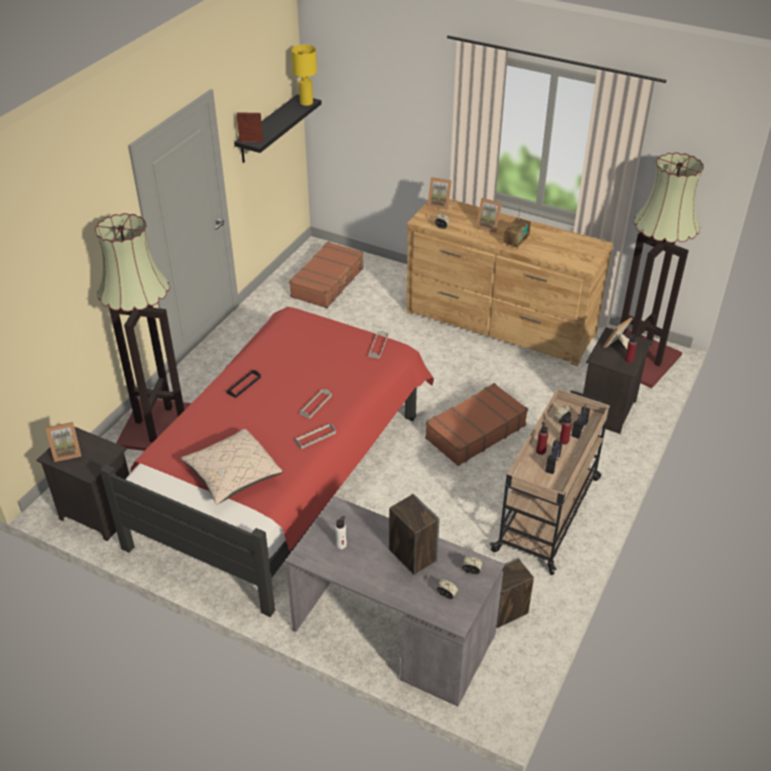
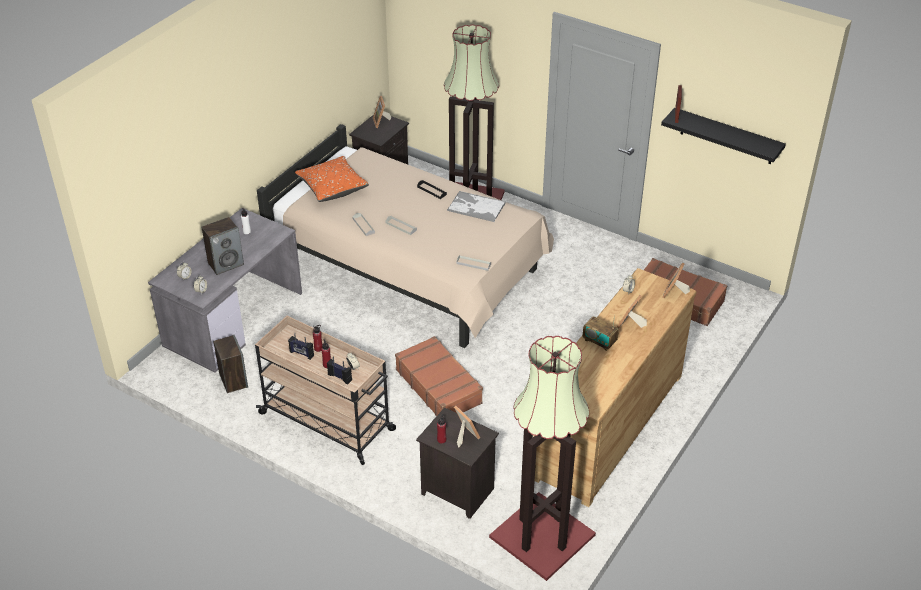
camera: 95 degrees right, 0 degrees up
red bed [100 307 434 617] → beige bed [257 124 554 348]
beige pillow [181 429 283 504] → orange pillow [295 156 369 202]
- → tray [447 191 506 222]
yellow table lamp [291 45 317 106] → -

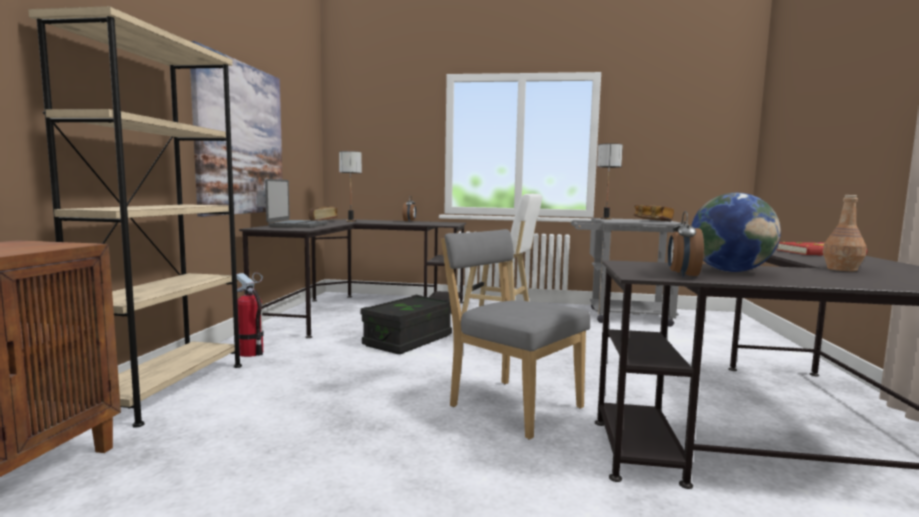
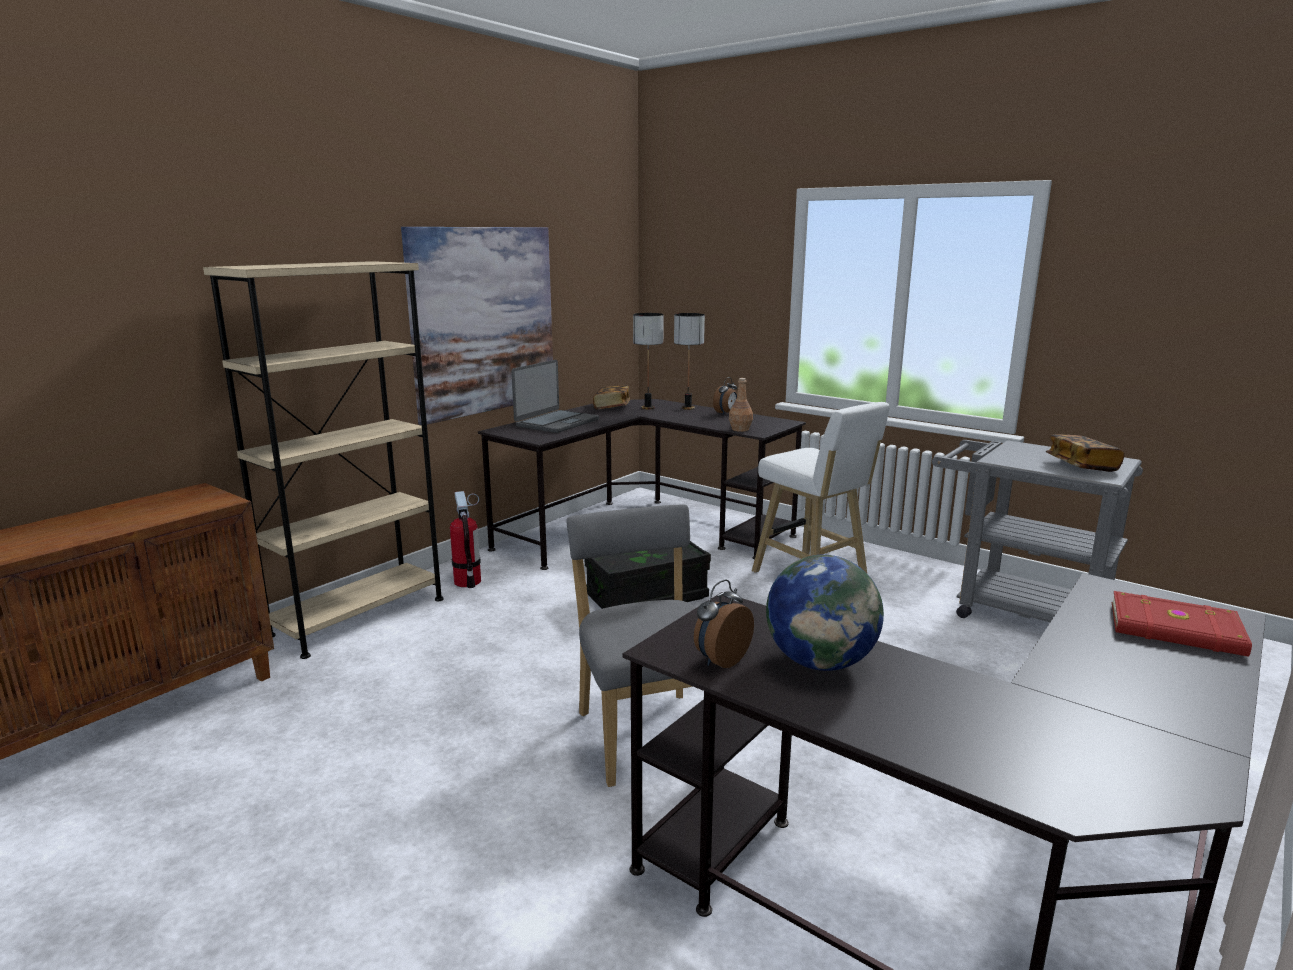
camera: 30 degrees right, 10 degrees up
table lamp [597 143 623 219] → table lamp [674 313 705 410], shifted
brown bottle [823 195 867 271] → brown bottle [729 378 753 432], shifted

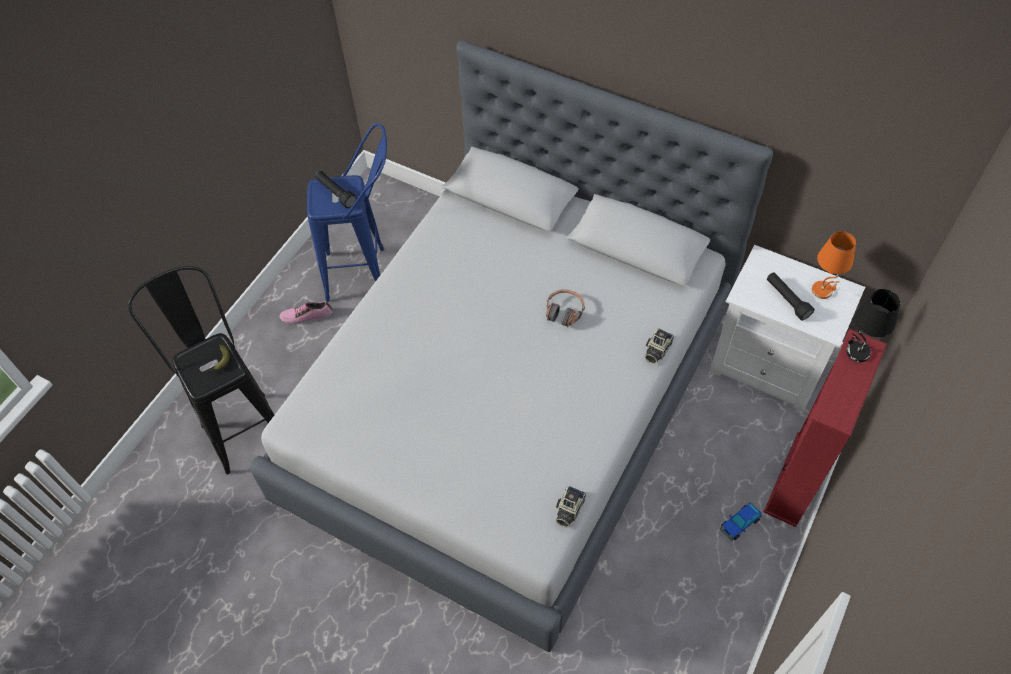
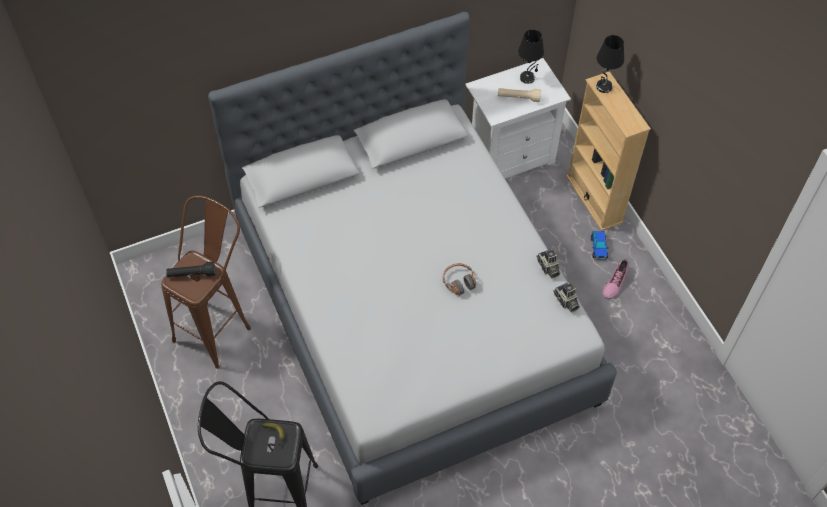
camera: 55 degrees left, 0 degrees up
blue stool [307 123 387 302] → brown stool [161 196 251 369]
headphones [546 289 585 327] → headphones [443 263 476 296], shifted
black flashlight [767 272 814 321] → beige flashlight [498 88 541 102]
orange table lamp [812 231 856 299] → black table lamp [518 29 544 84]
photo camera [645 328 674 364] → photo camera [536 249 561 278], shifted
red bookcase [764 329 887 527] → beige bookcase [566 71 651 231]
shoe [279 302 333 324] → shoe [602 259 629 300], shifted

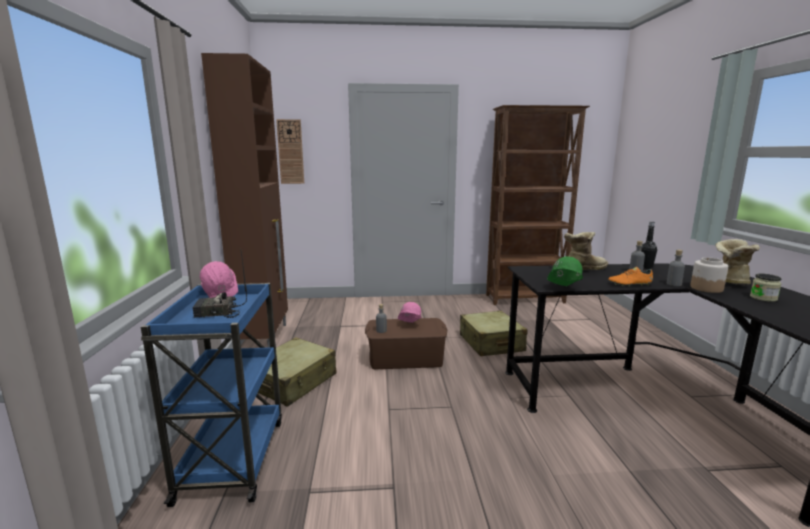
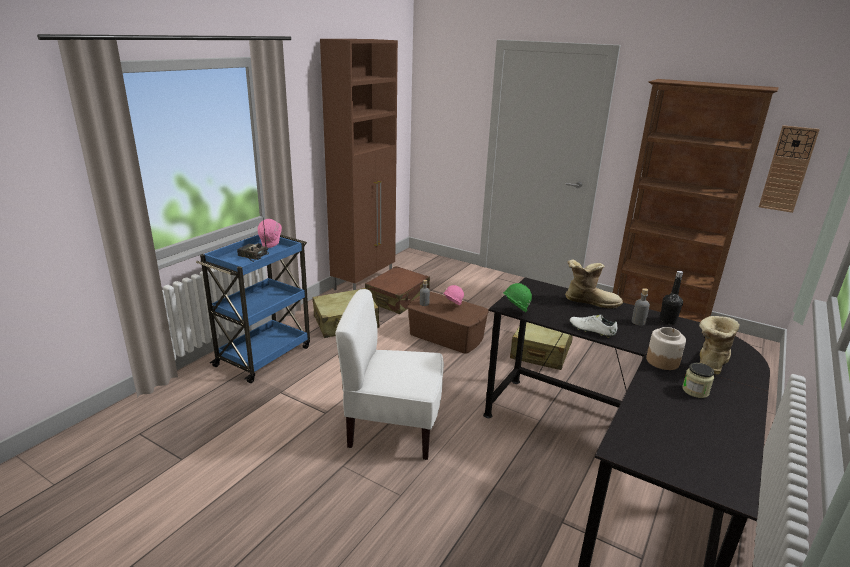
camera: 35 degrees right, 10 degrees up
- → white chair [335 289 444 460]
- → brown suitcase [365 266 430 314]
orange shoe [608 267 653 286] → white shoe [570 315 617 338]
wall clock [276 119 304 184] → wall clock [759 125 820 213], shifted
grey bottle [667 250 685 286] → -

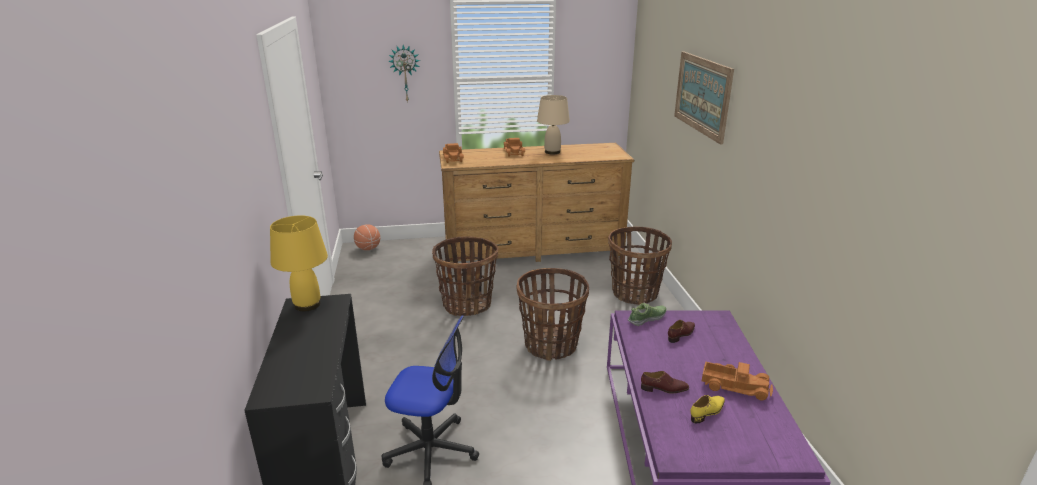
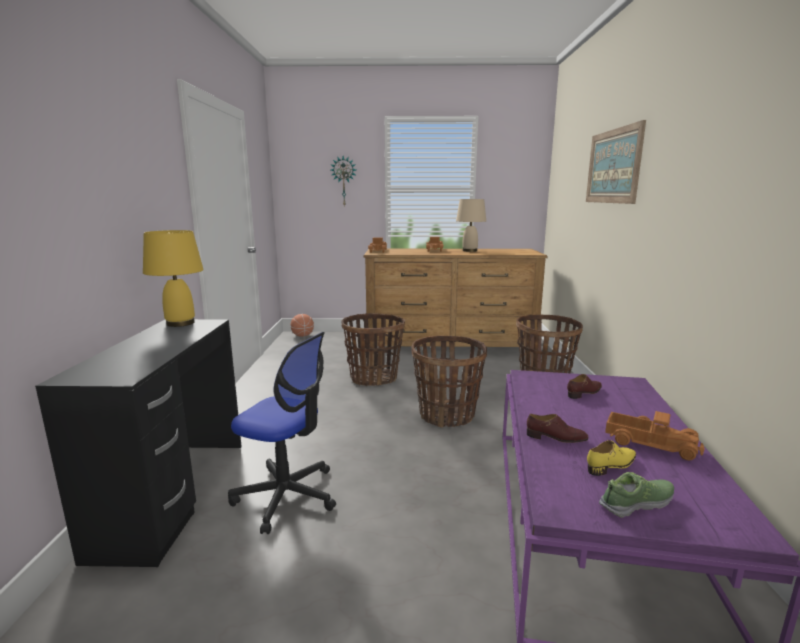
camera: 10 degrees right, 10 degrees down
shoe [628 303 666 326] → shoe [599 472 674 518], shifted

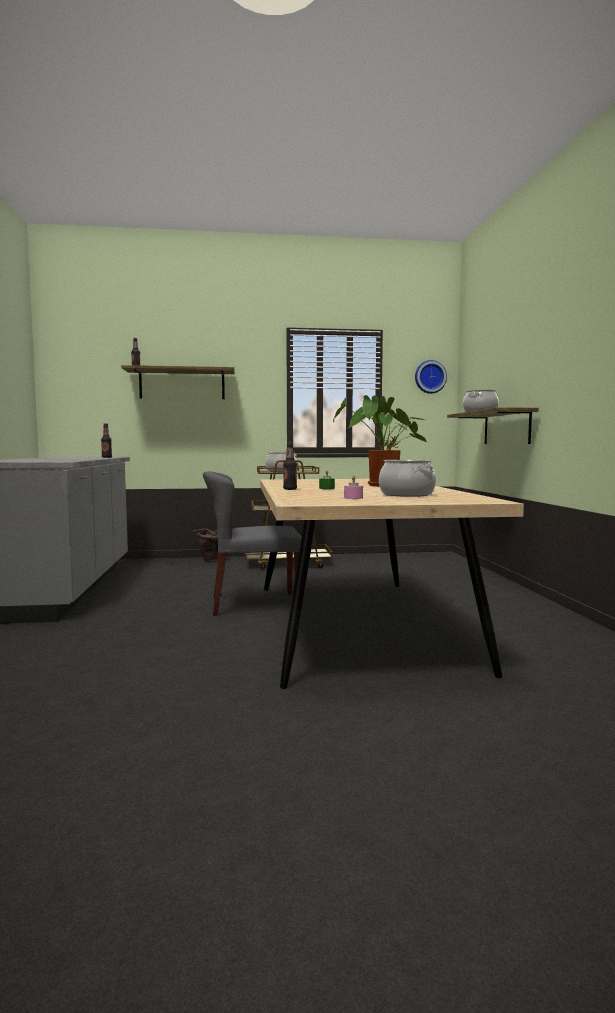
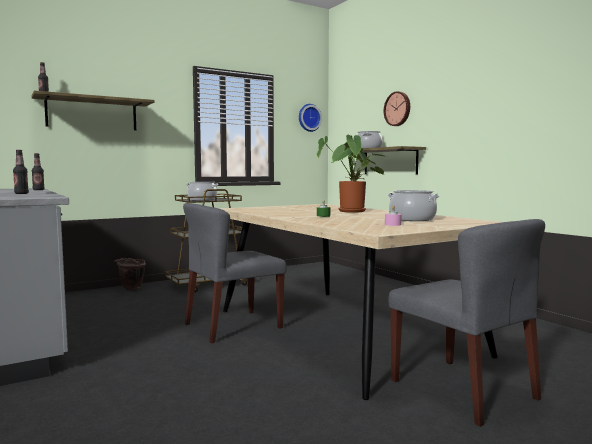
camera: 25 degrees left, 0 degrees up
bottle [283 442 297 490] → bottle [13 150 29 194], shifted
- → wall clock [384 91 410 126]
- → grey chair [388 219 545 427]

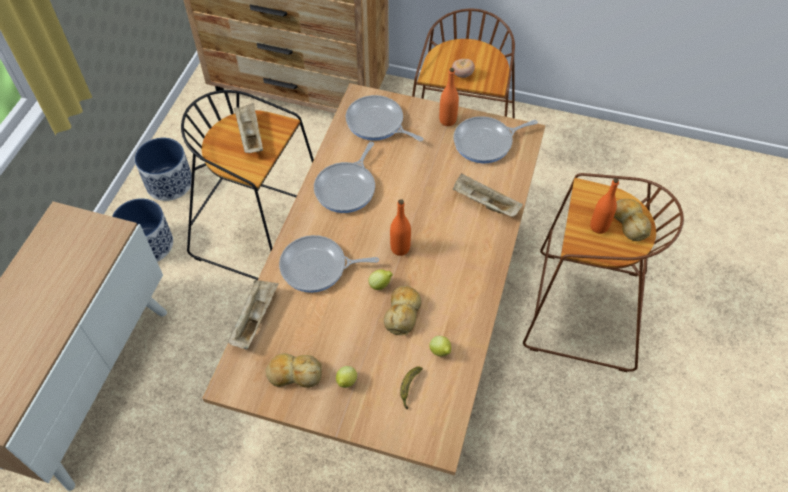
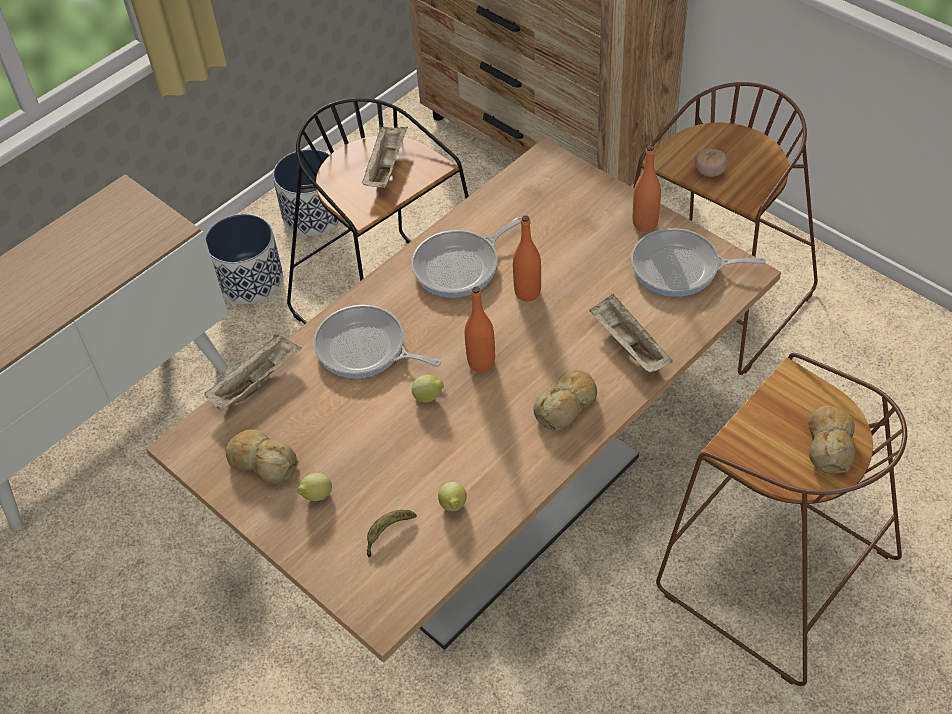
camera: 30 degrees right, 5 degrees down
orange bottle [590 178 619 234] → orange bottle [513 215 541 301], shifted
bread [384 286 422 335] → bread [533 369 597 431], shifted
frying pan [346 95 423 141] → -

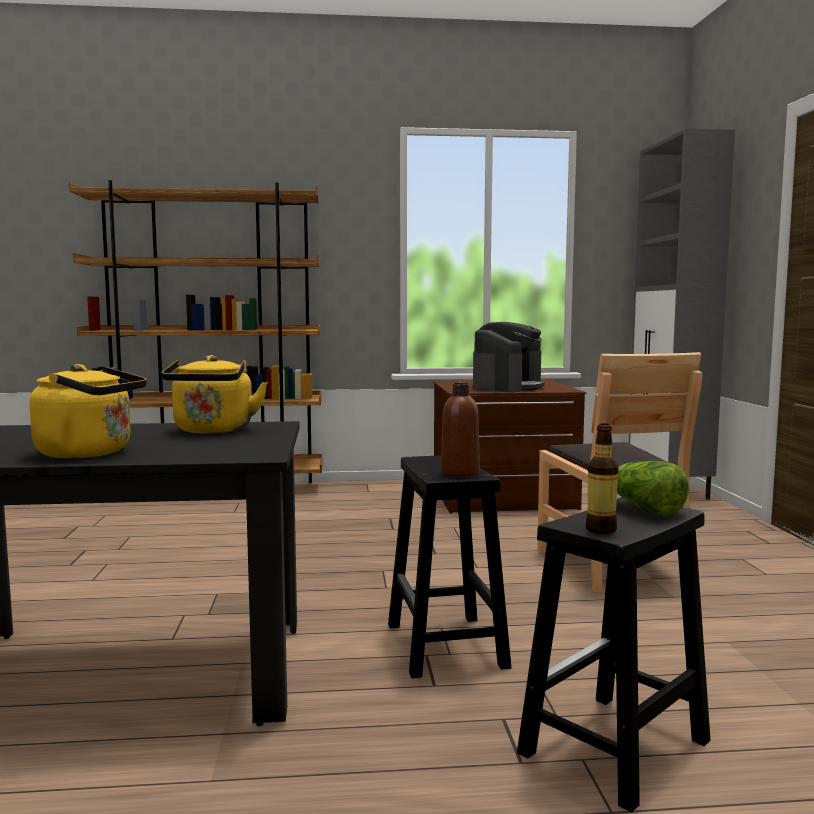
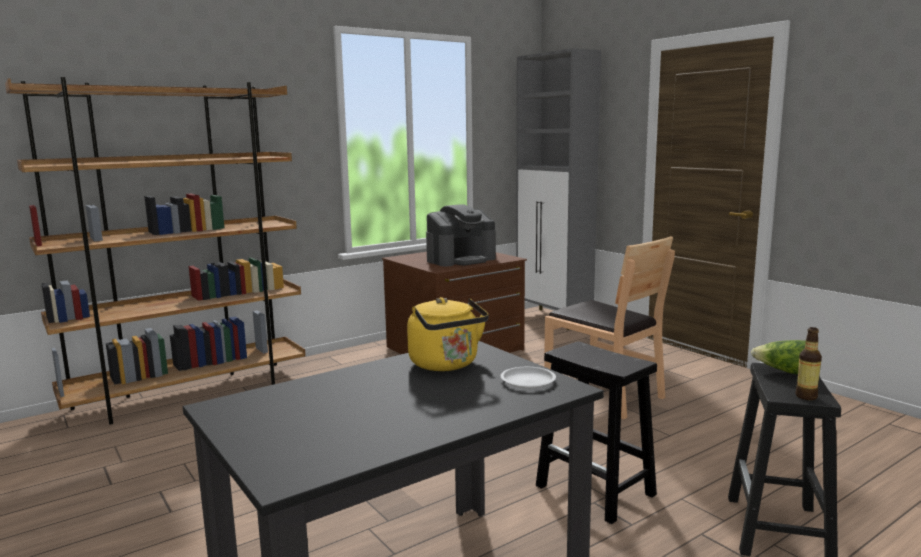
camera: 30 degrees left, 5 degrees up
coffee machine [473 322 545 392] → coffee machine [426 205 496 266], 60 degrees clockwise
- → white plate [501 367 556 388]
yellow kettle [30 364 147 458] → -
brown bottle [441 383 480 477] → -

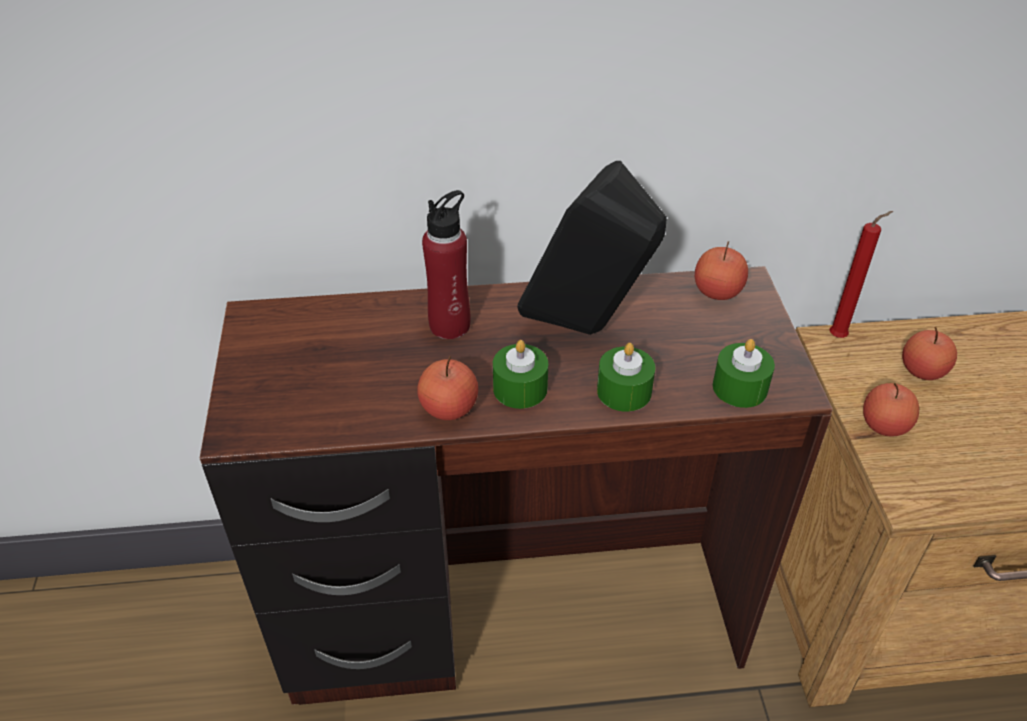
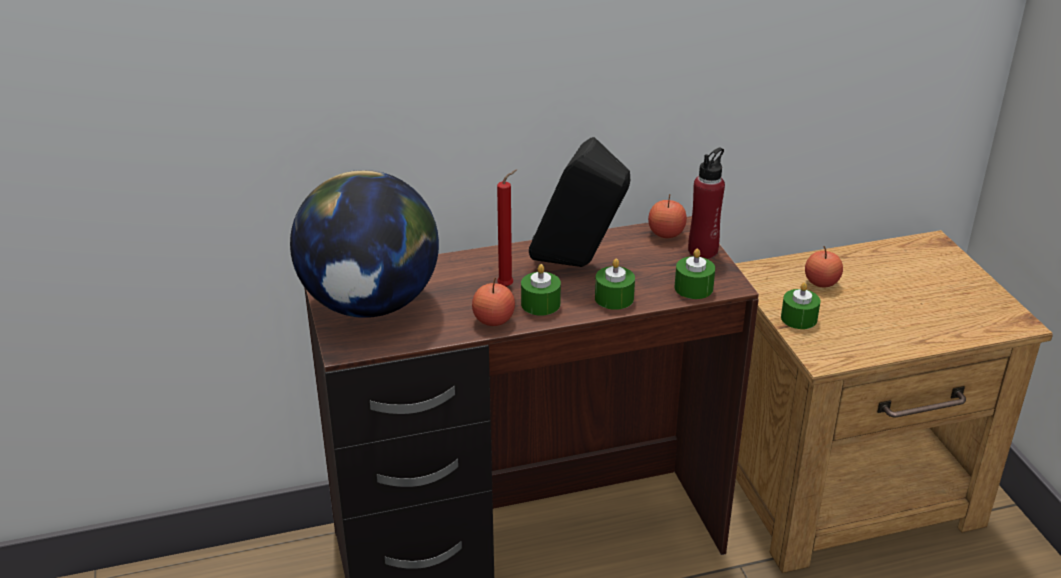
camera: 10 degrees left, 10 degrees down
- → globe [290 170 439 318]
red candle [830 211 893 338] → red candle [497 169 517 287], shifted
red bottle [422 190 470 339] → red bottle [688 148 725 259], shifted
apple [863 383 919 437] → green candle [781 282 820 329]

